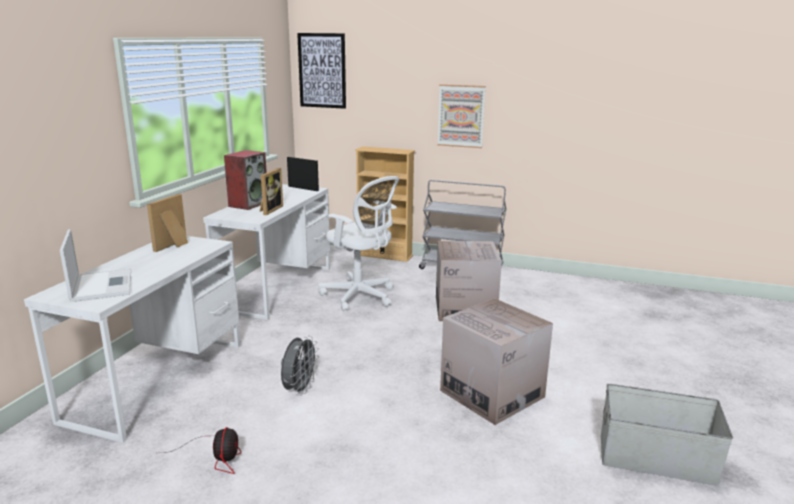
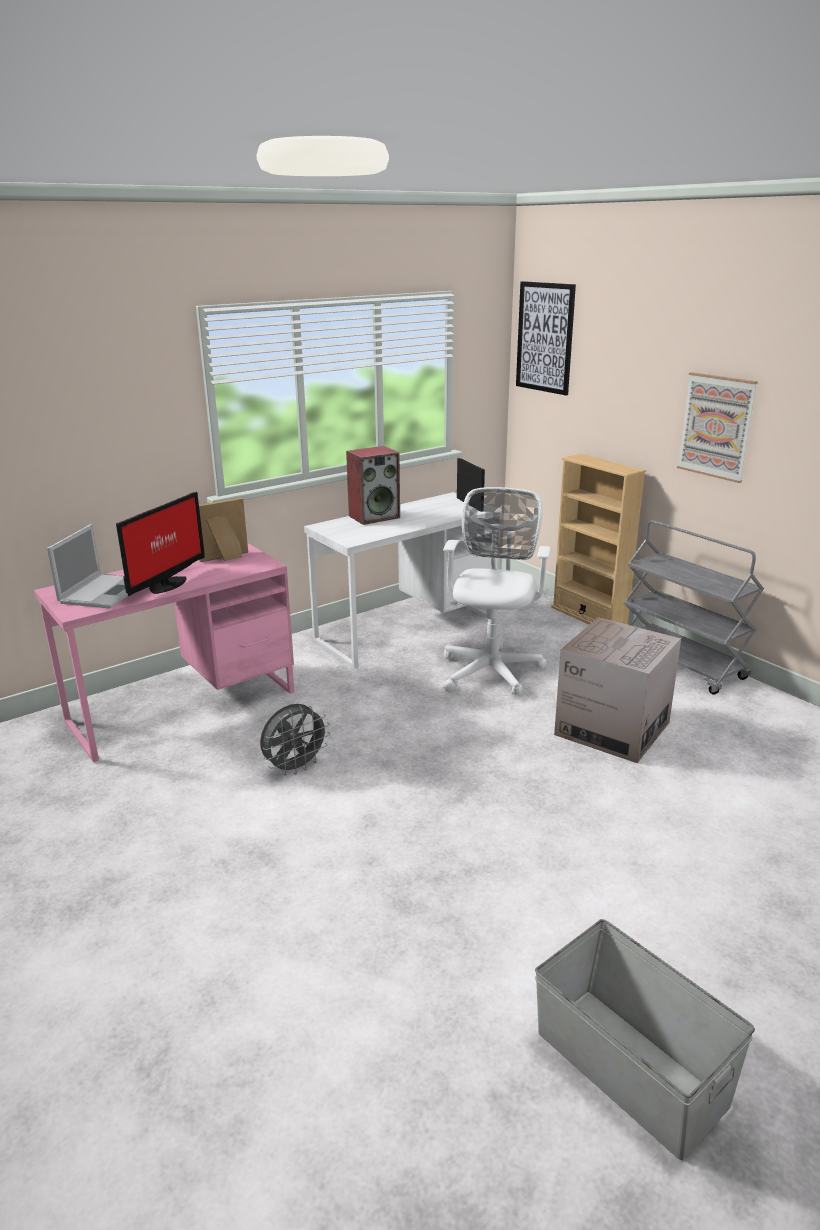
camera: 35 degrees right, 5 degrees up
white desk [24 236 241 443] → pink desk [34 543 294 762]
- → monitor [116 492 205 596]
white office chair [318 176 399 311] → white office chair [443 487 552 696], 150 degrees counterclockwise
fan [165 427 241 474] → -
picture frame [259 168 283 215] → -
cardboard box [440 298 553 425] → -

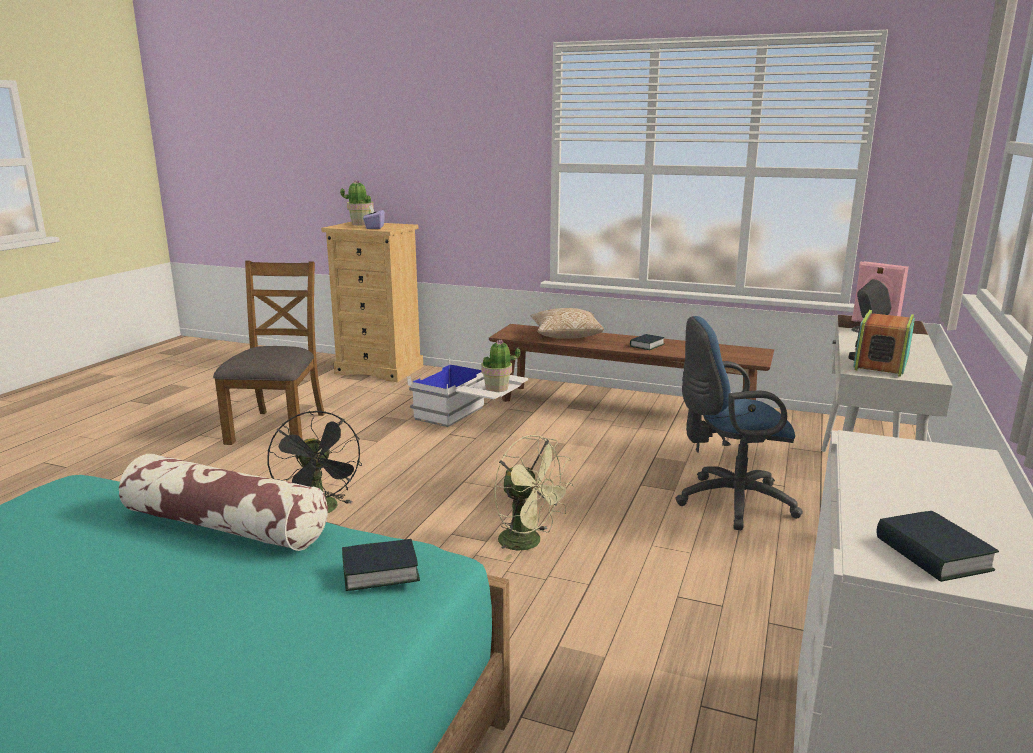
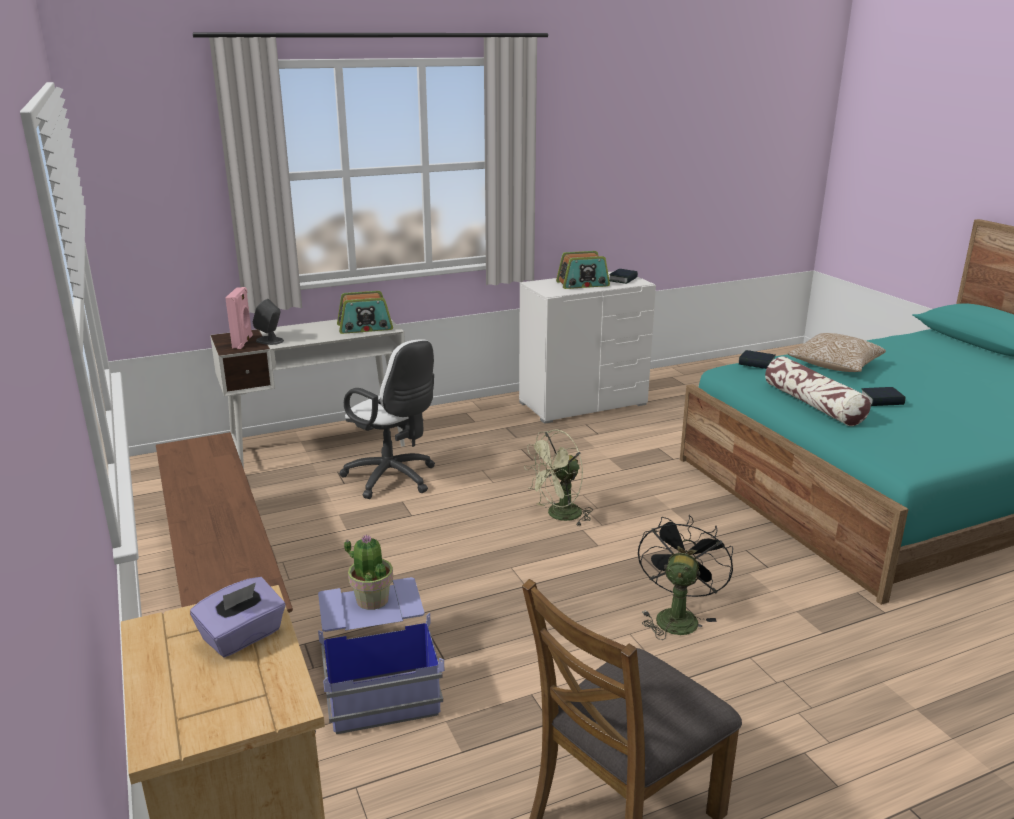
camera: 135 degrees left, 5 degrees up
white storage box [407 358 528 427] → blue storage box [318 577 445 734]
blue office chair [675 316 803 530] → white office chair [339 339 435 499]
green fan [494 435 573 560] → green fan [524 429 593 527], 120 degrees counterclockwise
- → radio [556 251 610 289]
pillow [530 308 604 338] → pillow [788 333 886 372], shifted
book [630 334 664 350] → book [861 387 906 406], shifted
potted plant [340 180 374 225] → -

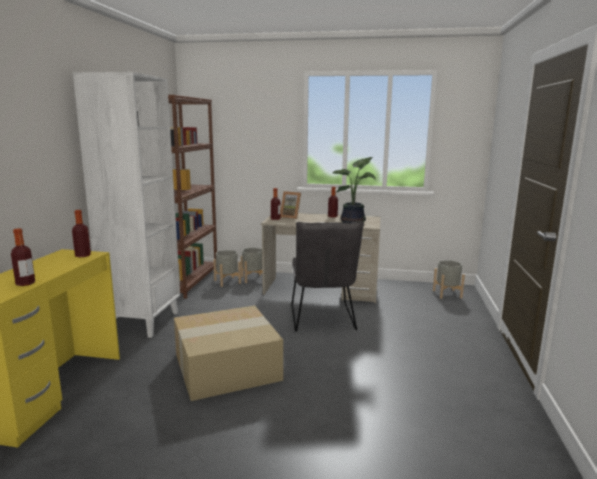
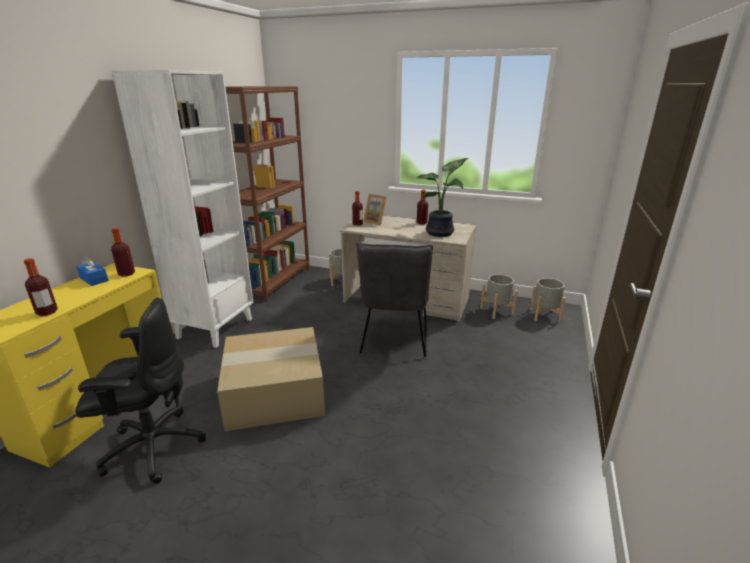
camera: 10 degrees right, 10 degrees up
- → black office chair [75 298 206 484]
- → blue tissue box [76 256 109 286]
grey planter [213 250 241 287] → grey planter [480 274 518 319], shifted

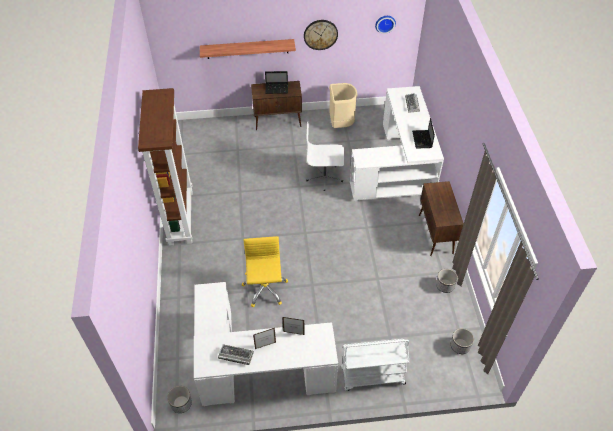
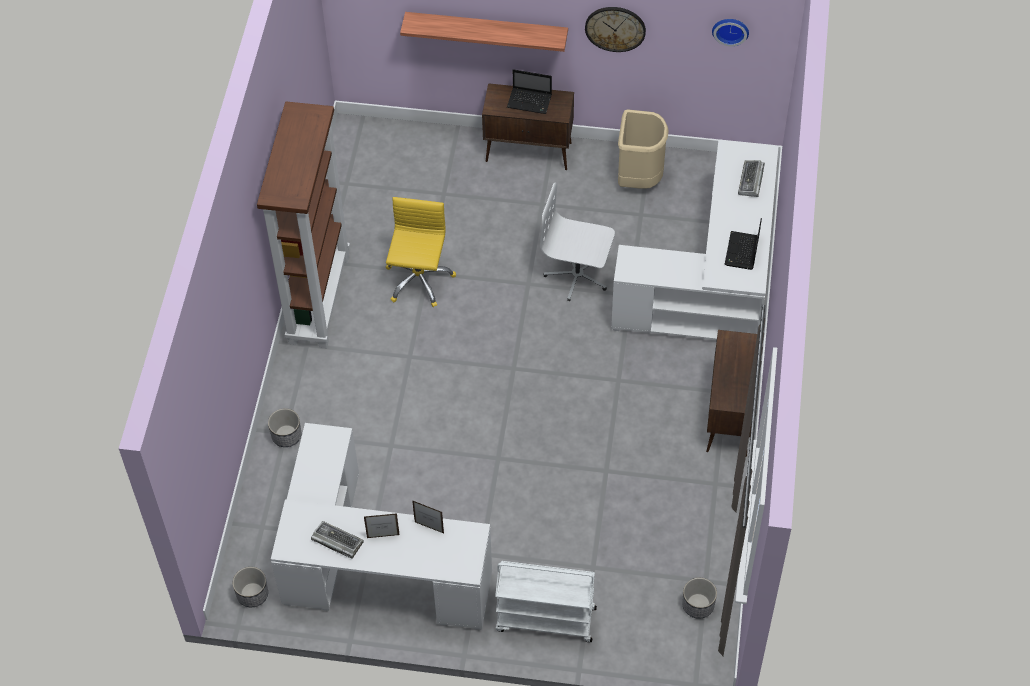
camera: 15 degrees right, 5 degrees up
planter [436 269 458 293] → planter [268 408 301 447], shifted
yellow office chair [242 236 288 307] → yellow office chair [386 197 456 307], shifted

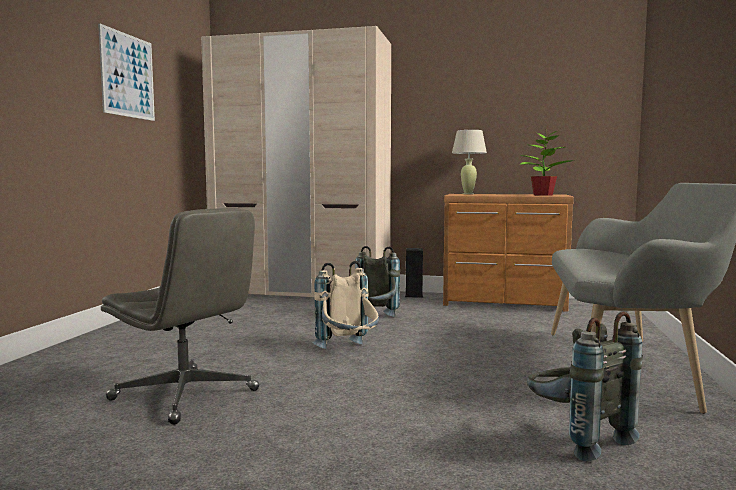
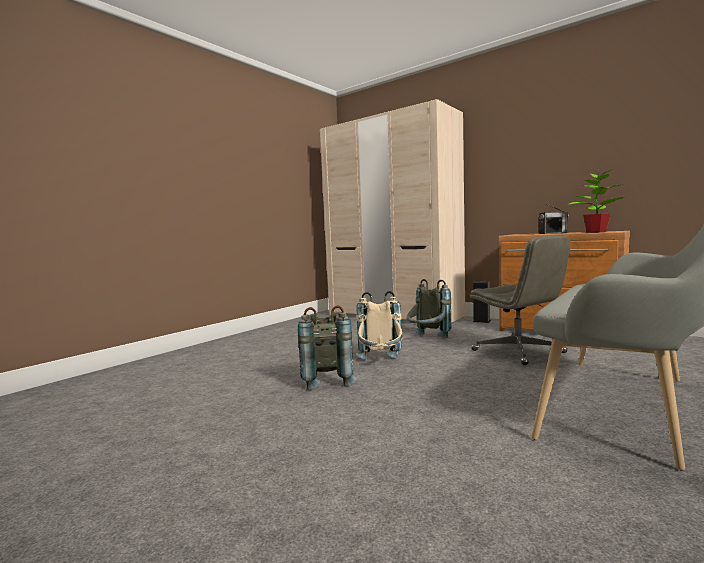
camera: 25 degrees right, 0 degrees up
grey backpack [527 311 643 461] → grey backpack [298 305 357 390], shifted
grey office chair [101 208 260 425] → grey office chair [470 236 570 365], shifted
- → radio [539 204 569 234]
picture [98 23 155 121] → -
beige table lamp [452 130 487 194] → -

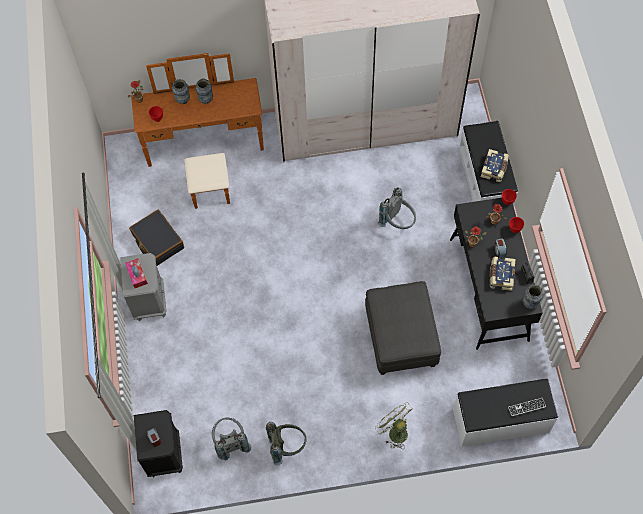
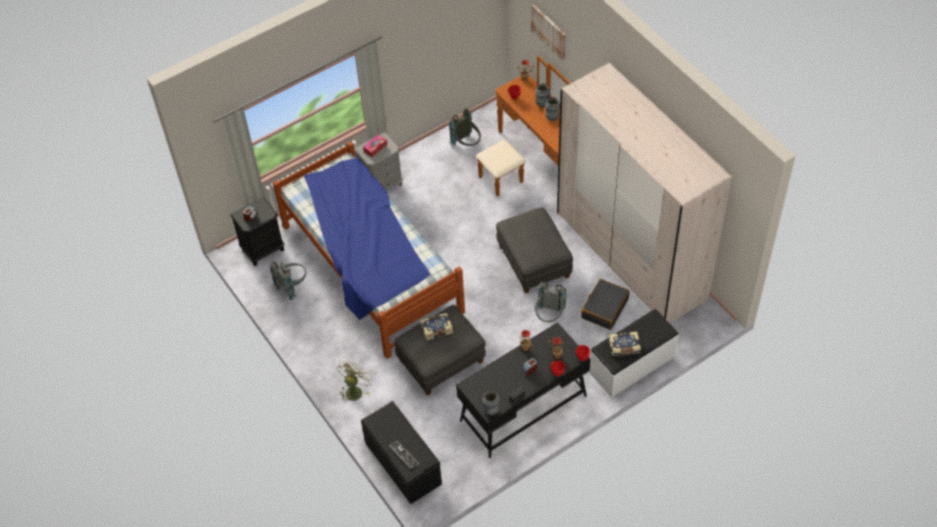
camera: 65 degrees right, 10 degrees down
- → bed [273 141 465 359]
white bench [453 379 558 447] → black bench [361 401 442 504]
book [489 257 515 291] → book [421 313 453 340], shifted
grey backpack [266 422 307 465] → grey backpack [449 109 481 146], shifted
- → grey ottoman [496 207 573 293]
- → picture [531 4 565 60]
black suitcase [129 210 184 266] → black suitcase [581 279 630 330], shifted

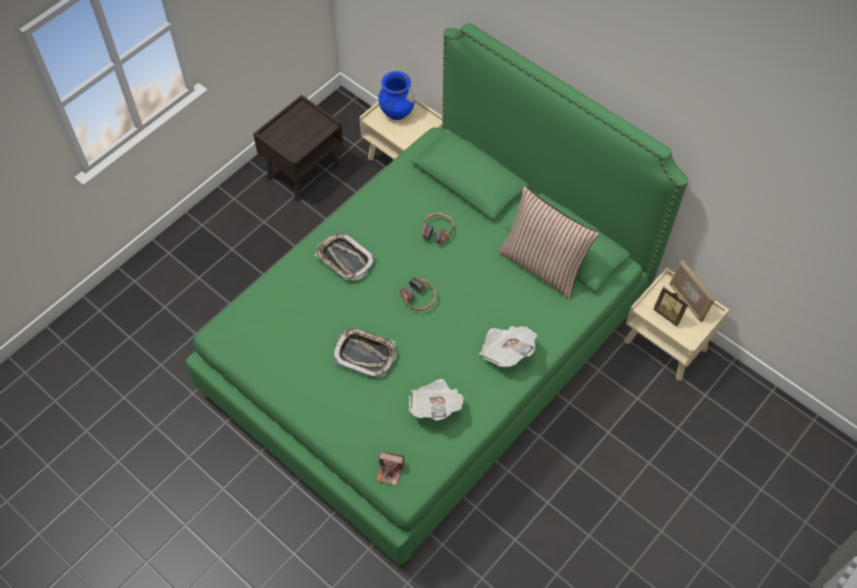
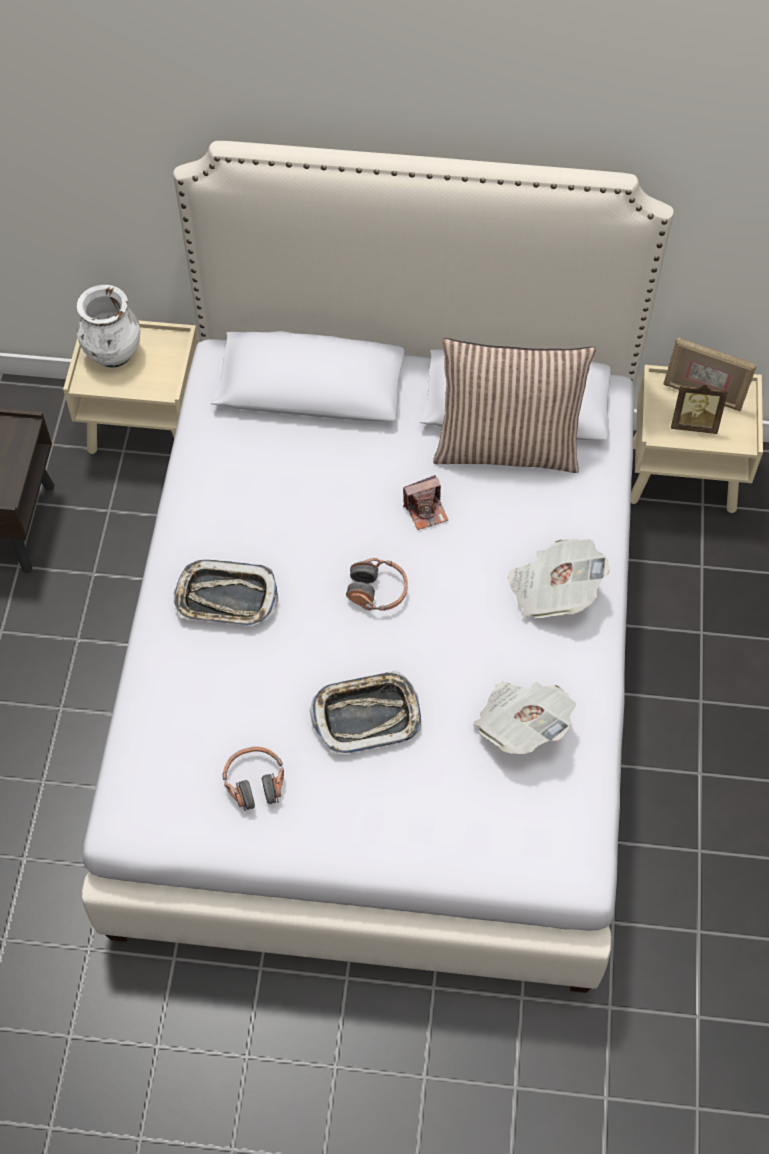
camera: 35 degrees left, 0 degrees up
blue vase [378 71 415 120] → white vase [77 285 140 367]
green bed [186 23 688 568] → white bed [82 141 674 993]
headphones [422 213 454 244] → headphones [222 746 284 811], shifted
photo camera [376 452 404 486] → photo camera [403 475 448 530], shifted

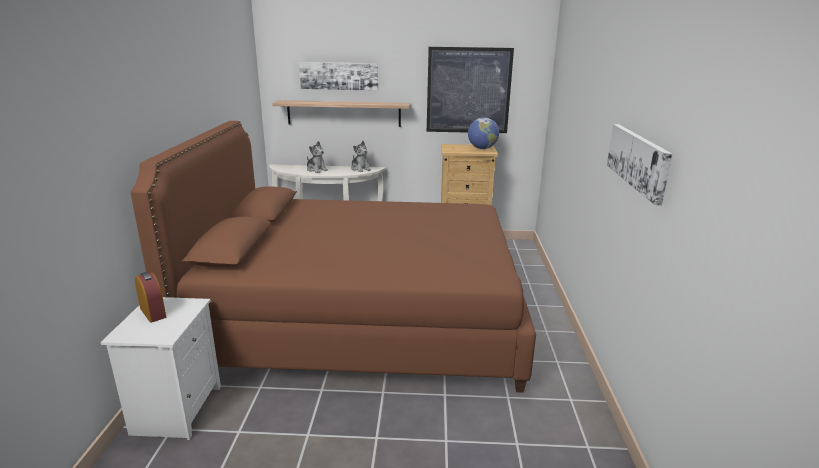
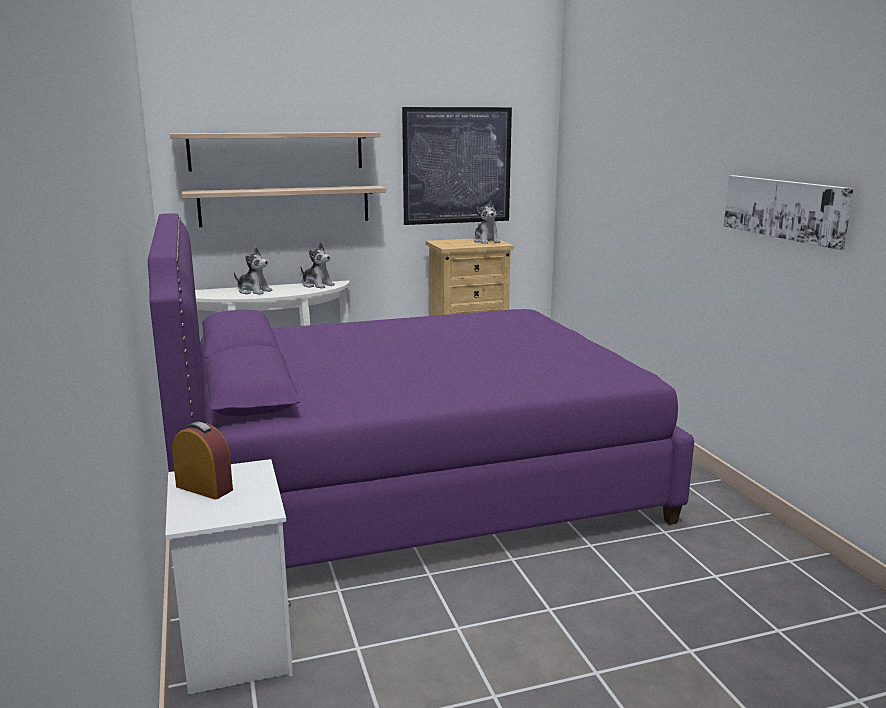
camera: 20 degrees left, 5 degrees down
brown bed [130 121 536 393] → purple bed [148 213 694 568]
picture [299 62 378 91] → shelf [170 132 380 172]
globe [468 117 499 149] → plush toy [473 200 501 244]

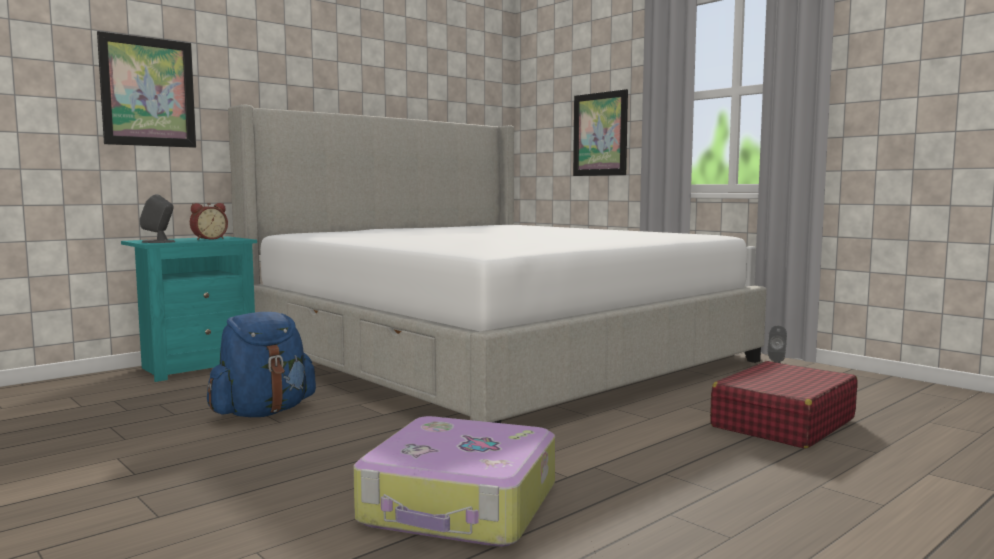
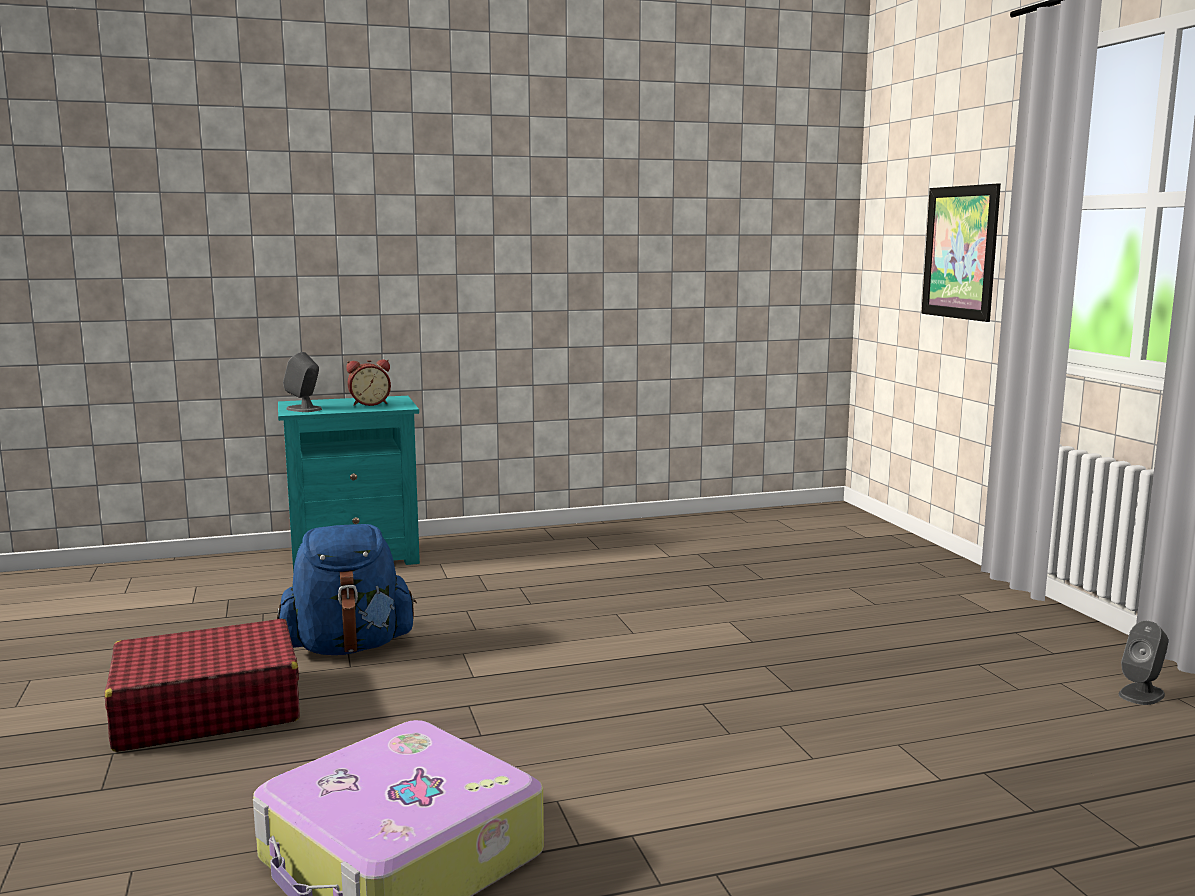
camera: 25 degrees right, 5 degrees up
red suitcase [710 361 857 449] → red suitcase [105 619 300 752], shifted
picture [97 31 196 148] → -
bed [228 105 767 423] → -

